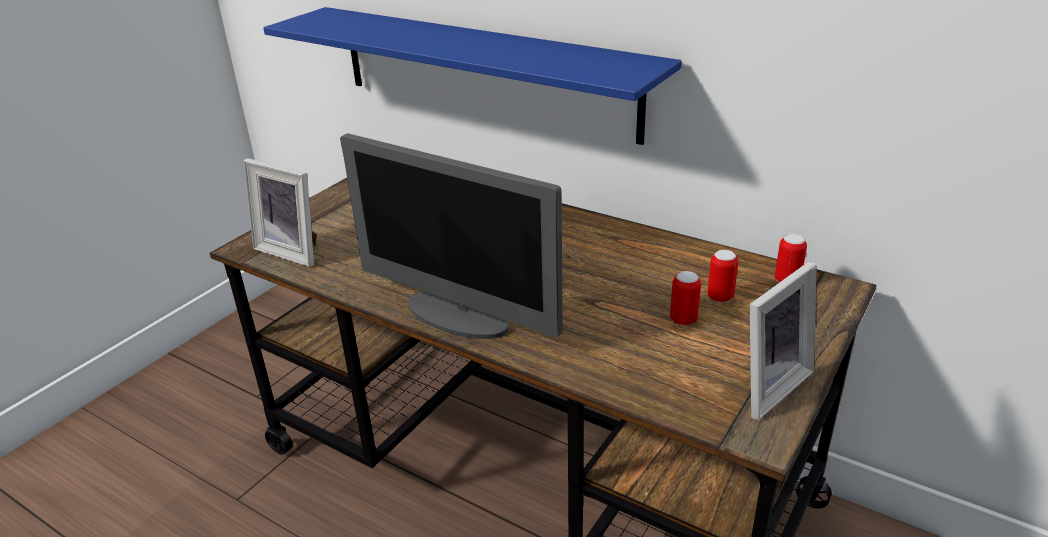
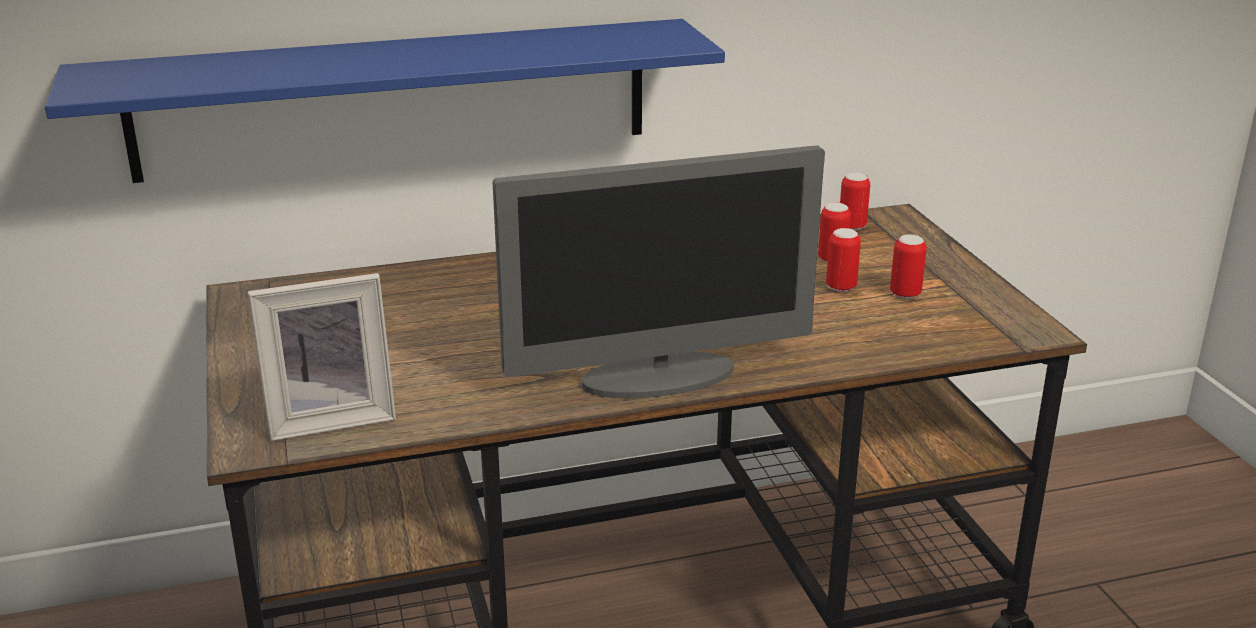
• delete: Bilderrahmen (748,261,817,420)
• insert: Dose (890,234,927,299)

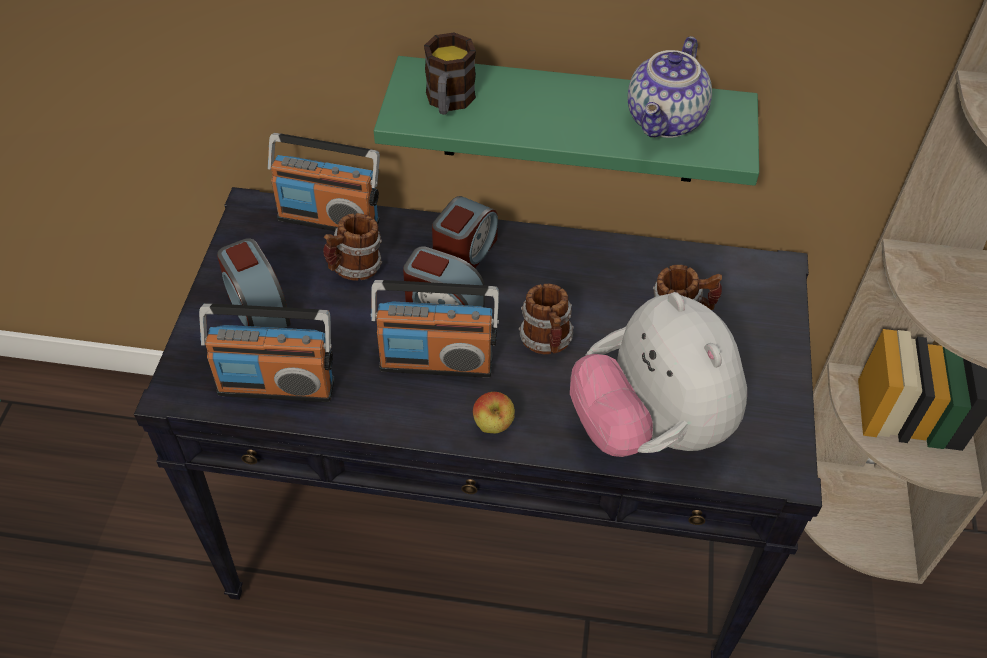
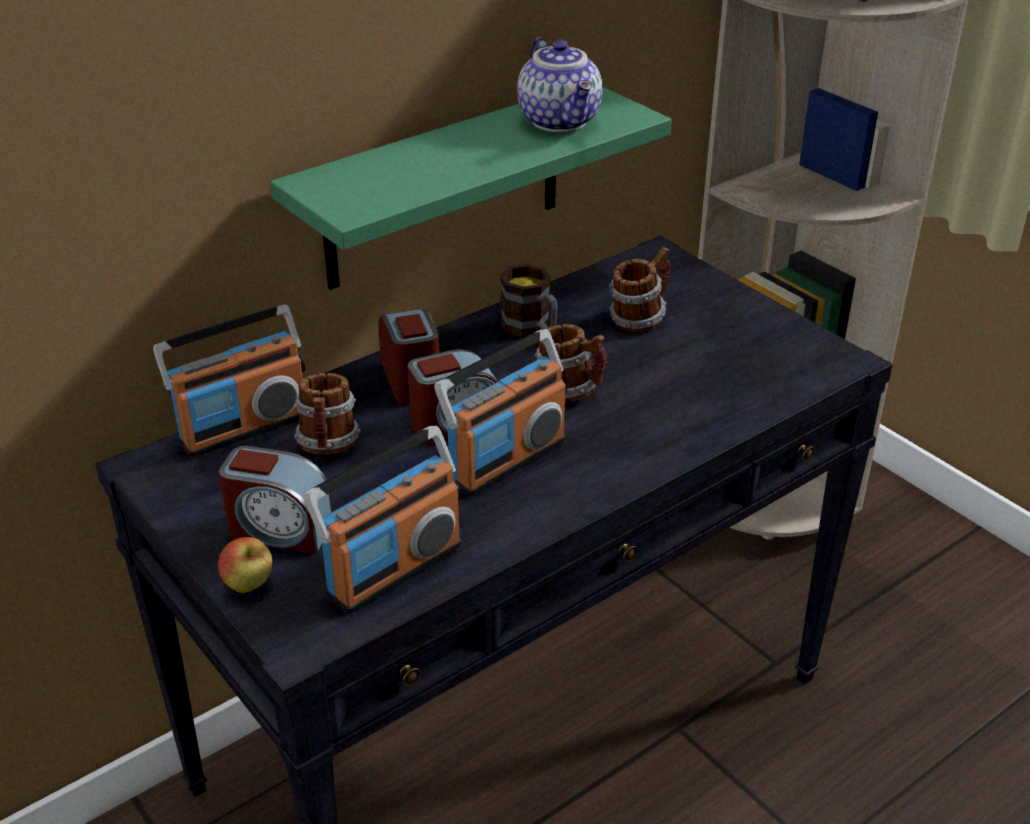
• move: Henkelbecher (424,33,476,115) to (500,264,558,337)
• delete: Plüschtier (570,292,747,457)
• move: Apfel (473,392,515,433) to (218,537,272,593)

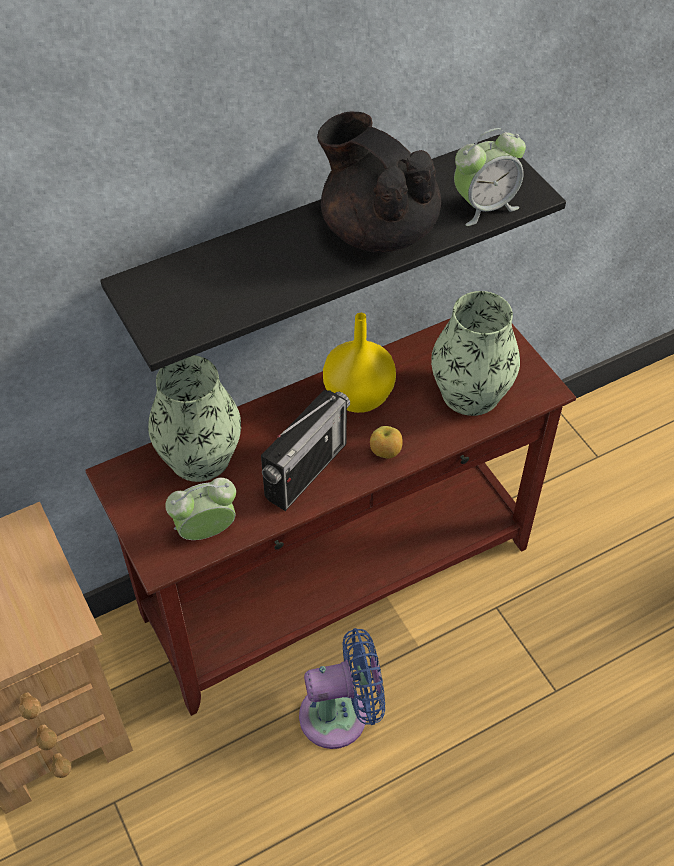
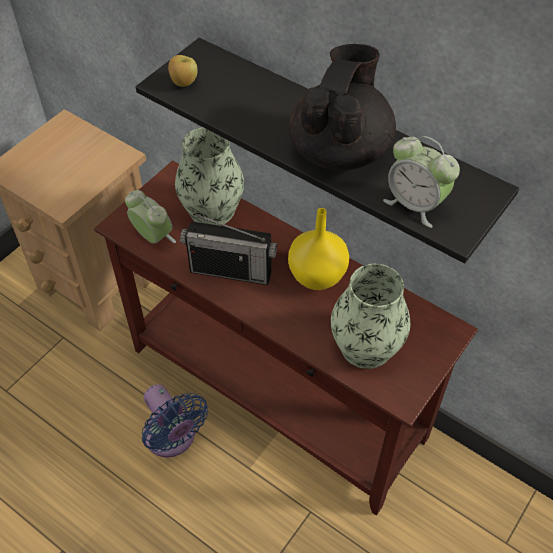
• move: Apfel (370,426,403,459) to (168,55,198,87)

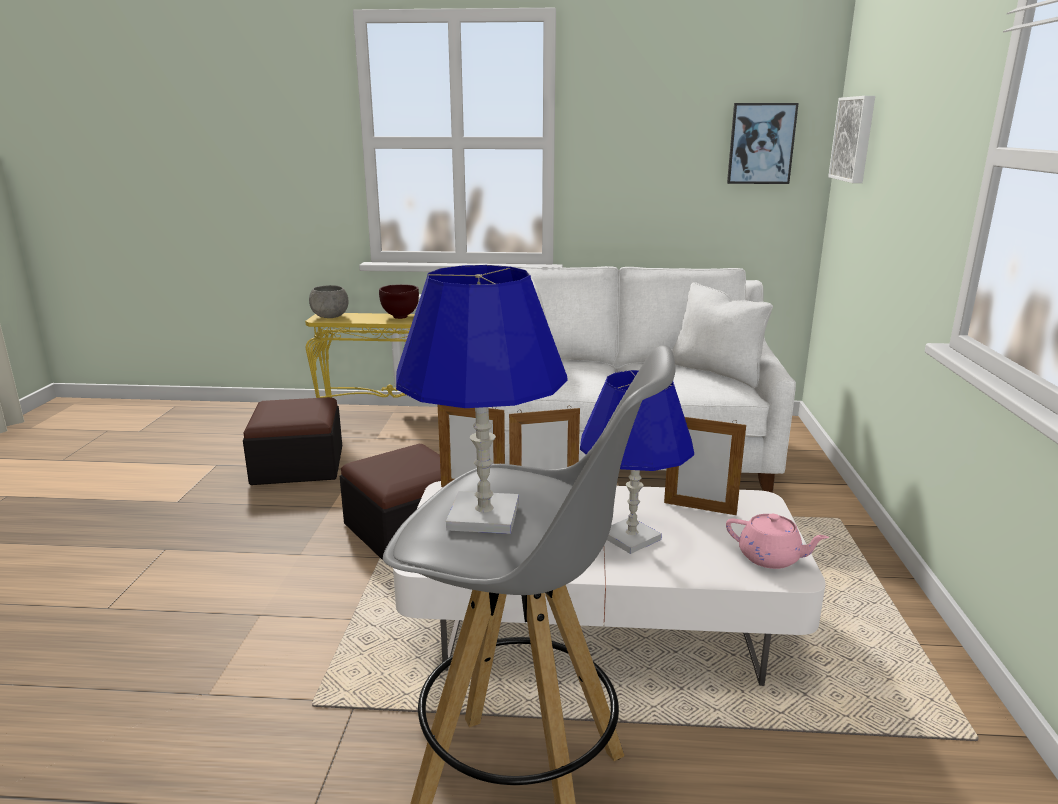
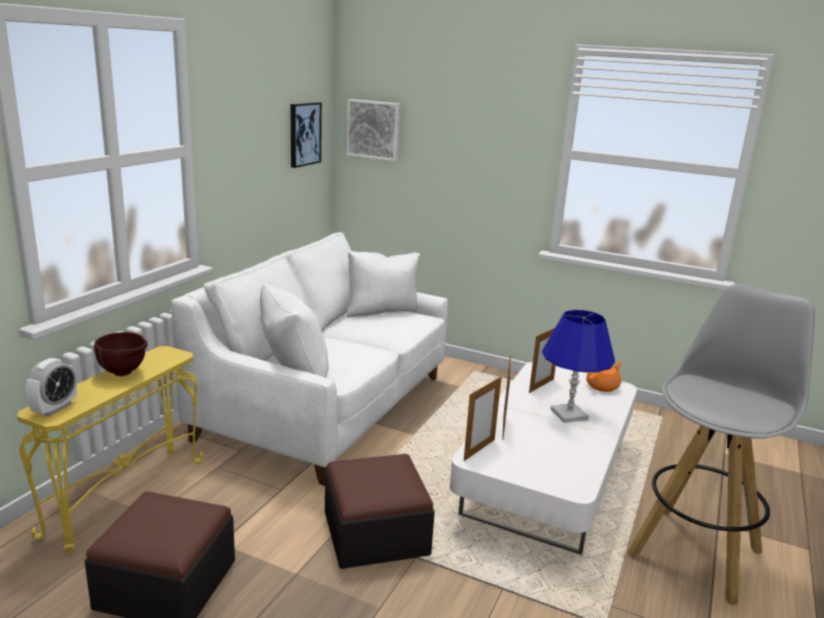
• delete: Tischlampe/blau (396,265,568,534)
• replace: Schüssel/grau (309,285,349,318) to Wecker (25,358,77,416)
• recolor: Teekanne/rosa (726,514,829,569) to Teekanne/orange (586,361,622,392)

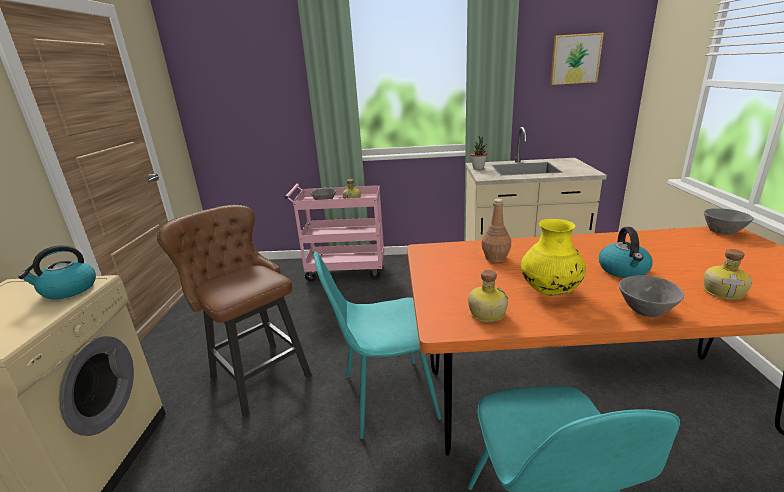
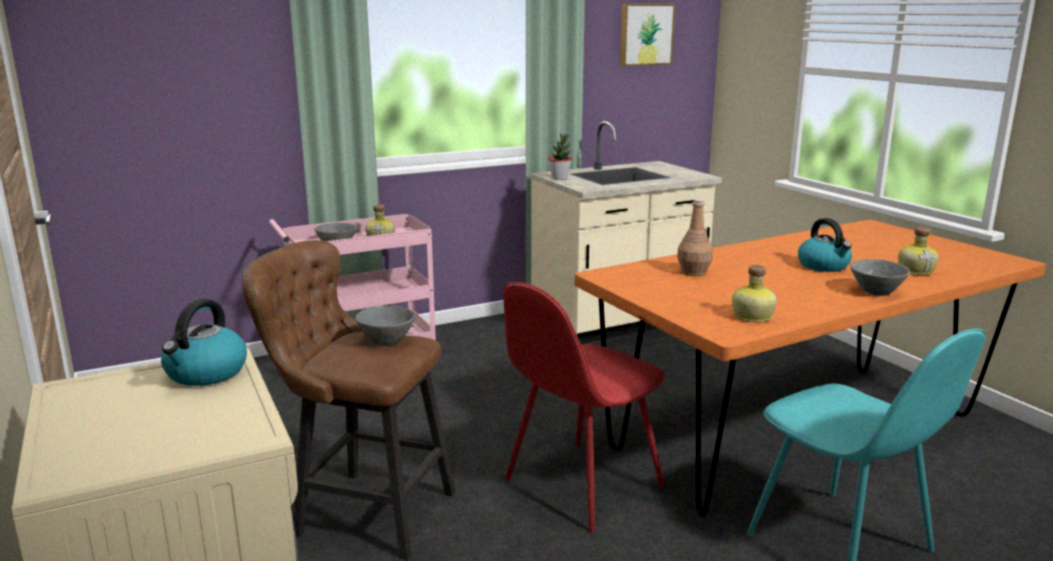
• move: Schüssel/grau (704,208,754,235) to (355,306,415,346)
• delete: Vase/gelb (521,219,586,296)
• recolor: Stuhl/türkis (314,251,441,439) to Stuhl/rot (503,282,665,532)

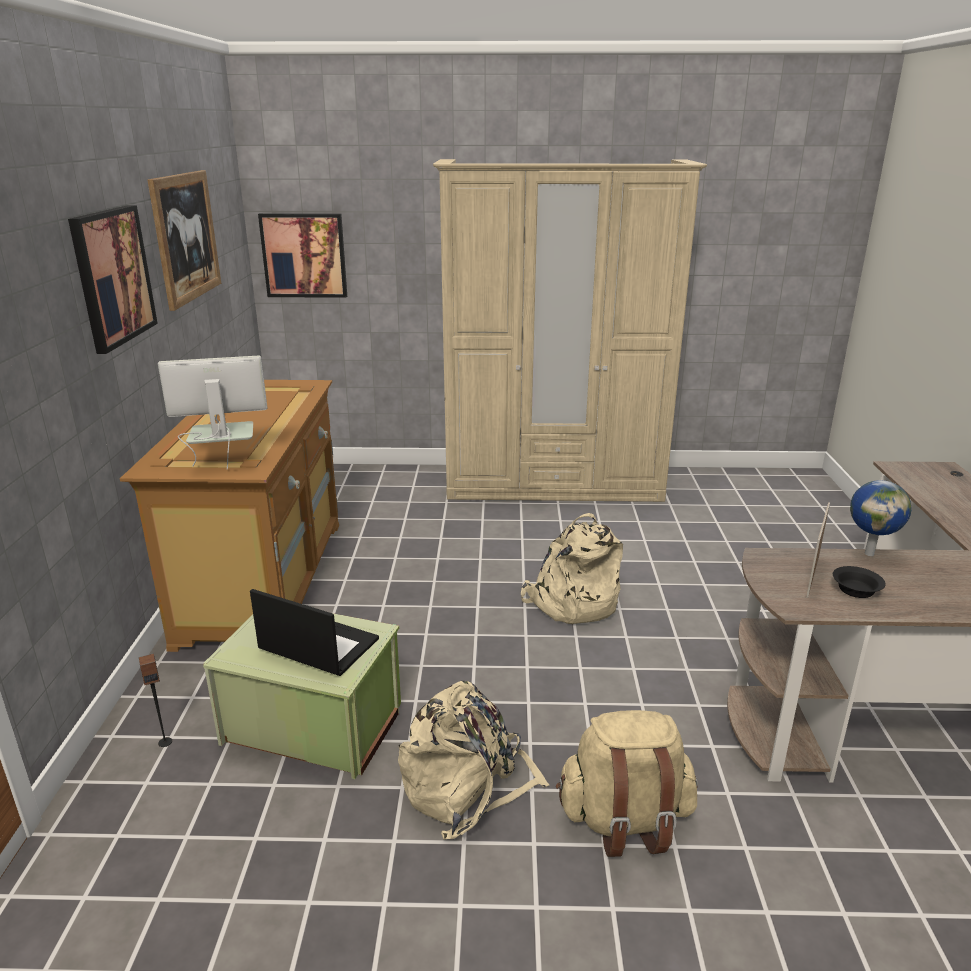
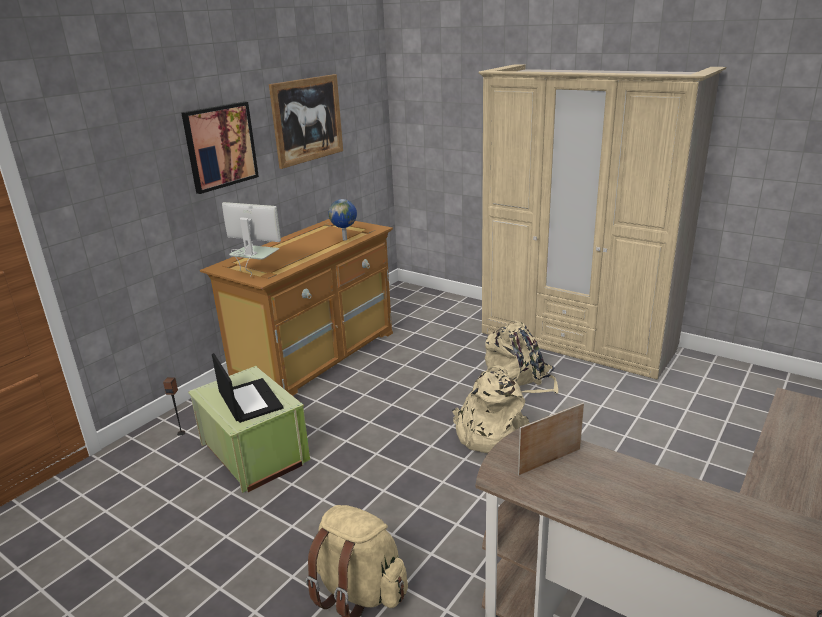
• delete: Bild (258,213,347,298)
• move: Globus (850,480,911,556) to (328,199,357,241)
• delete: Schüssel/schwarz (833,566,886,598)
• move: Rucksack/beige (398,681,549,840) to (485,320,558,393)

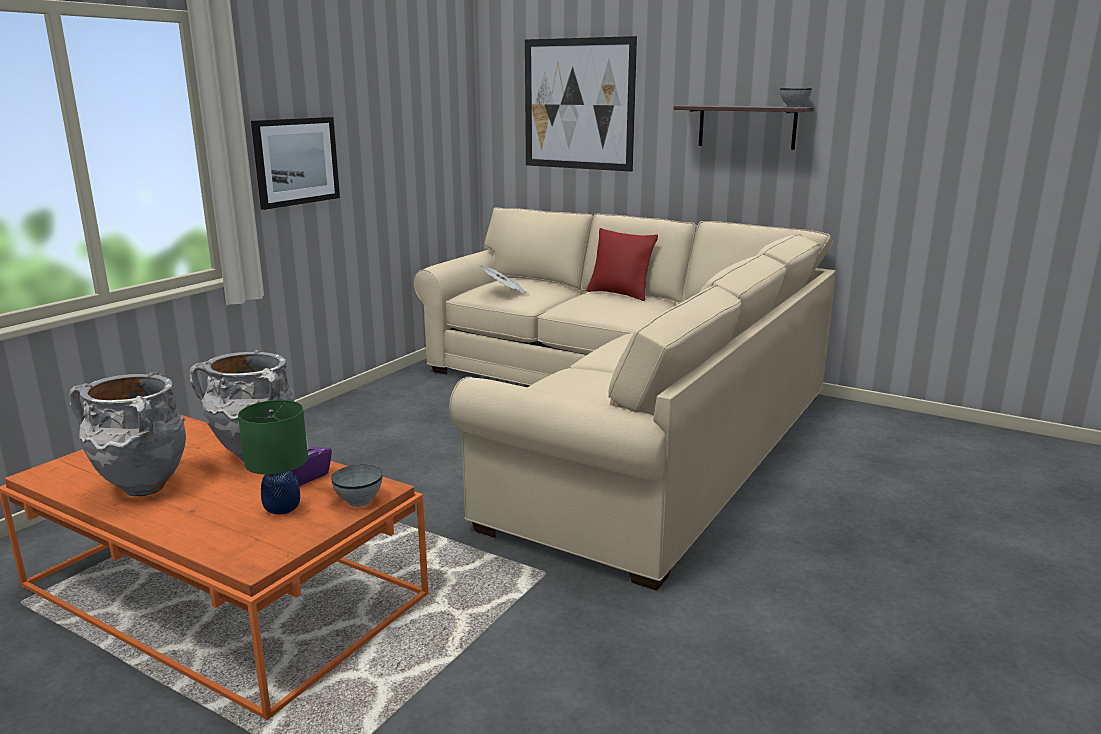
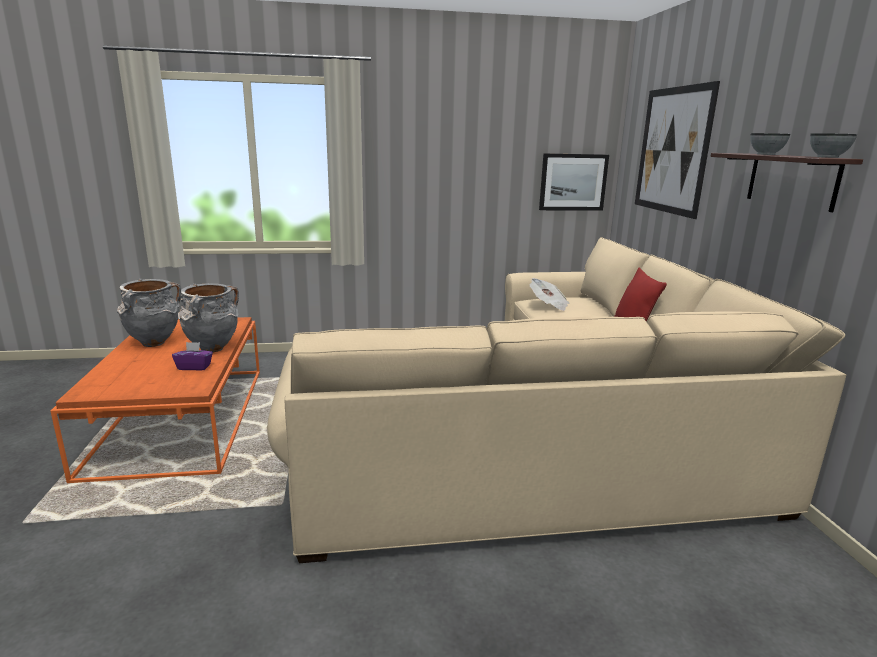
• move: Bild (251,117,340,210) to (539,153,609,211)
• delete: Tischlampe/grün (238,400,308,515)
• move: Schüssel/grau (331,465,383,507) to (750,133,790,155)

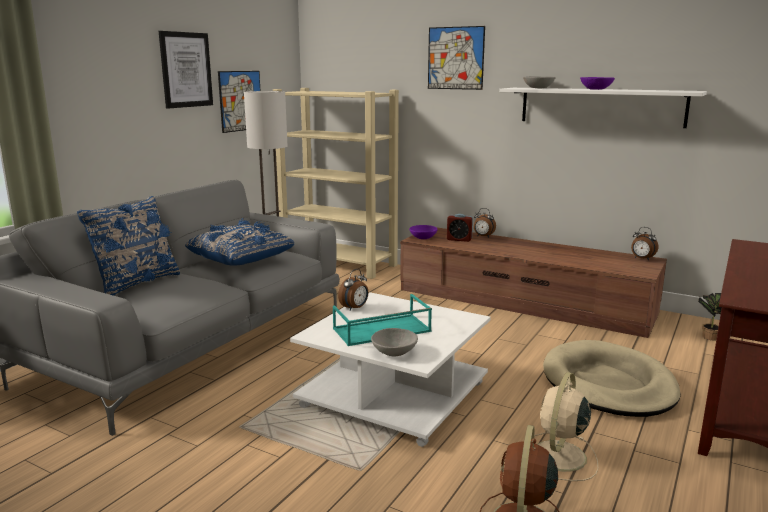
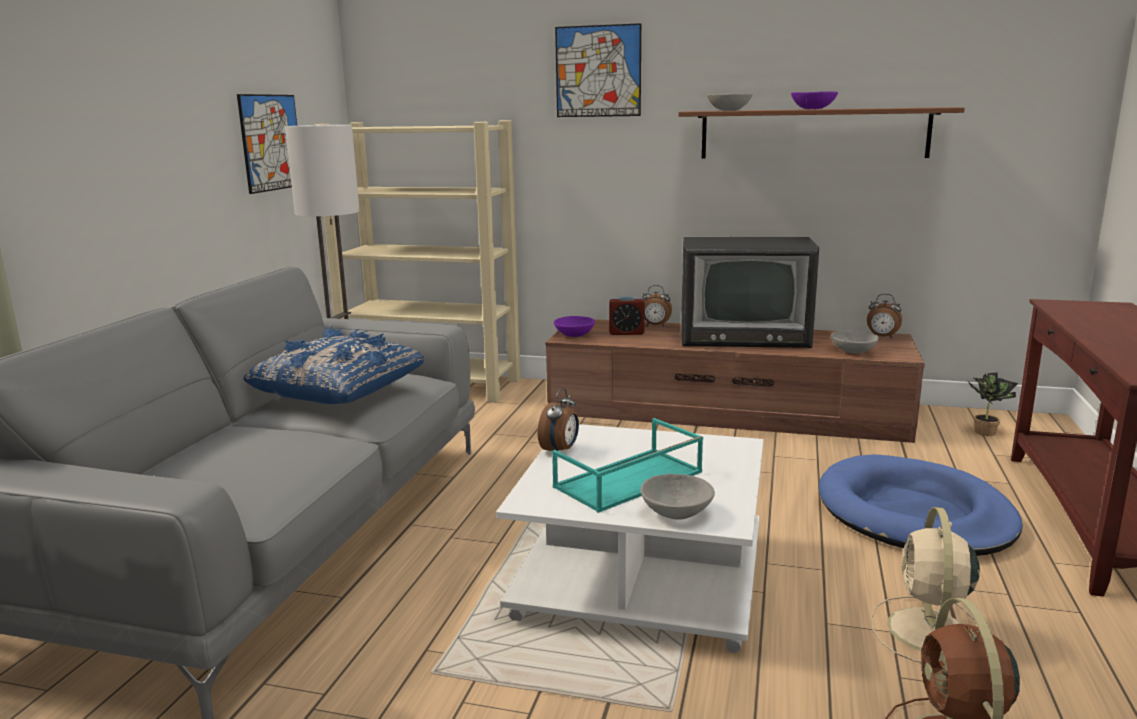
• delete: Bild (159,31,213,109)
• recolor: Wandregal/weiß (499,88,707,128) to Wandregal/braun (678,107,965,158)
• delete: Kissen/blau (77,196,180,296)
• recolor: Hundebett/beige (543,340,681,417) to Hundebett/blau (819,454,1023,556)
• insert: Fernseher (681,237,819,348)
• insert: Schüssel/grau (830,330,879,354)

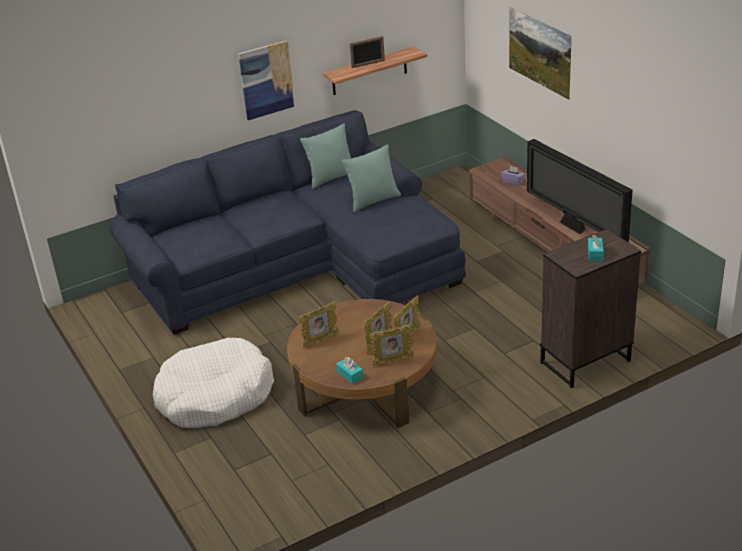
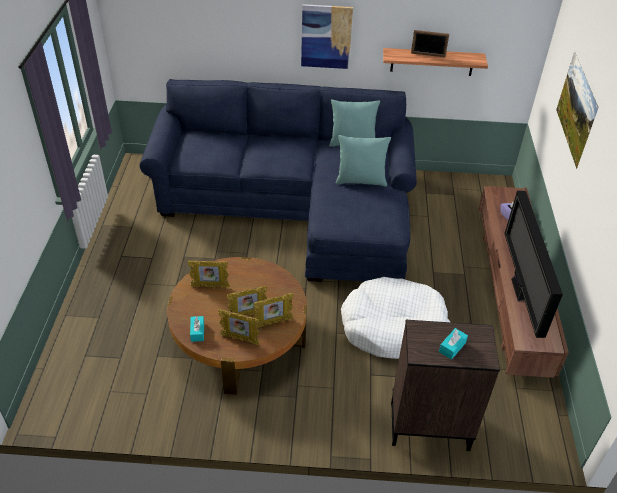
• move: Hundebett/weiß (153,338,274,428) to (341,277,450,359)

